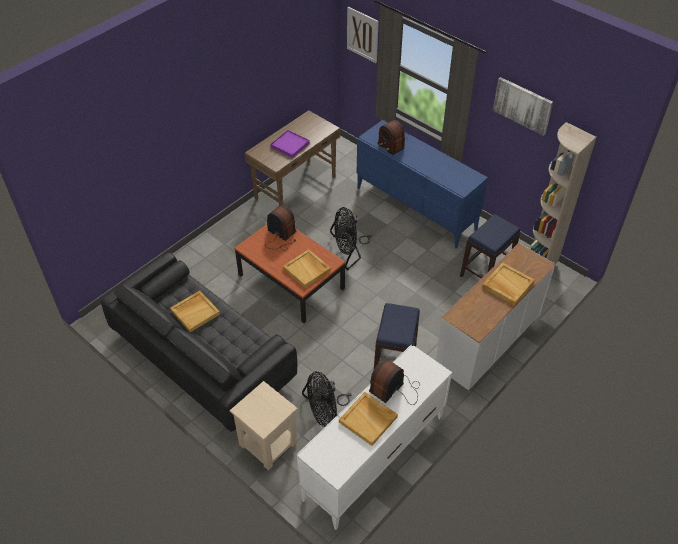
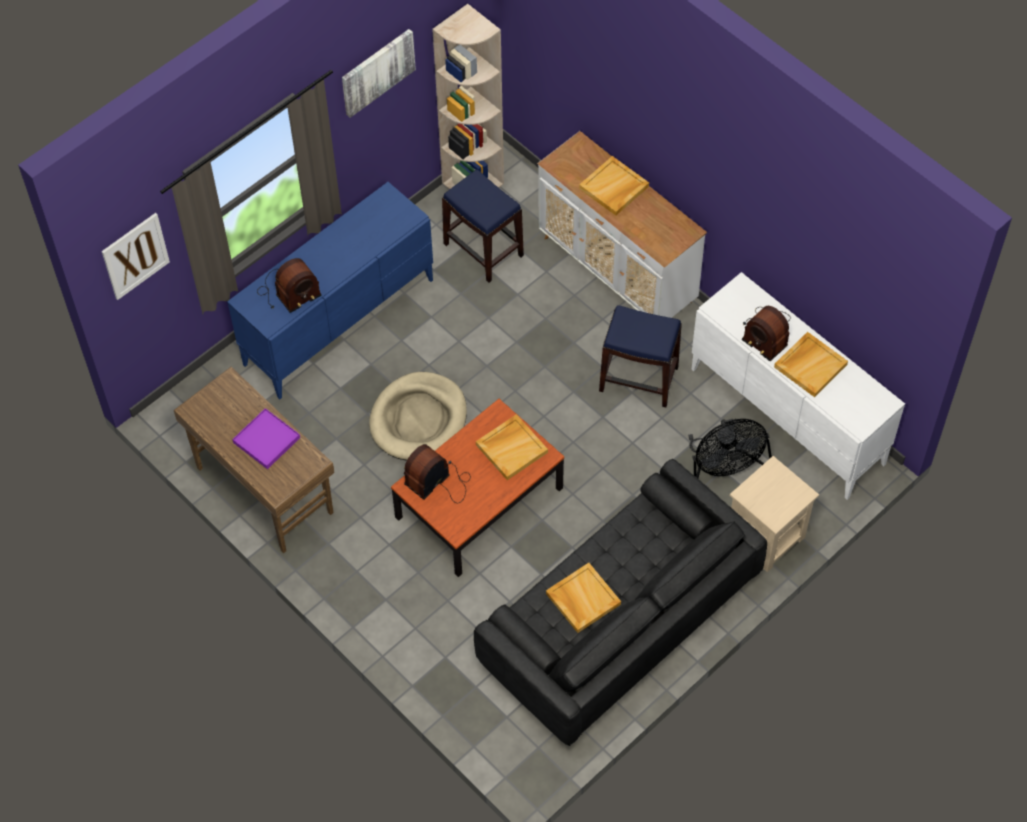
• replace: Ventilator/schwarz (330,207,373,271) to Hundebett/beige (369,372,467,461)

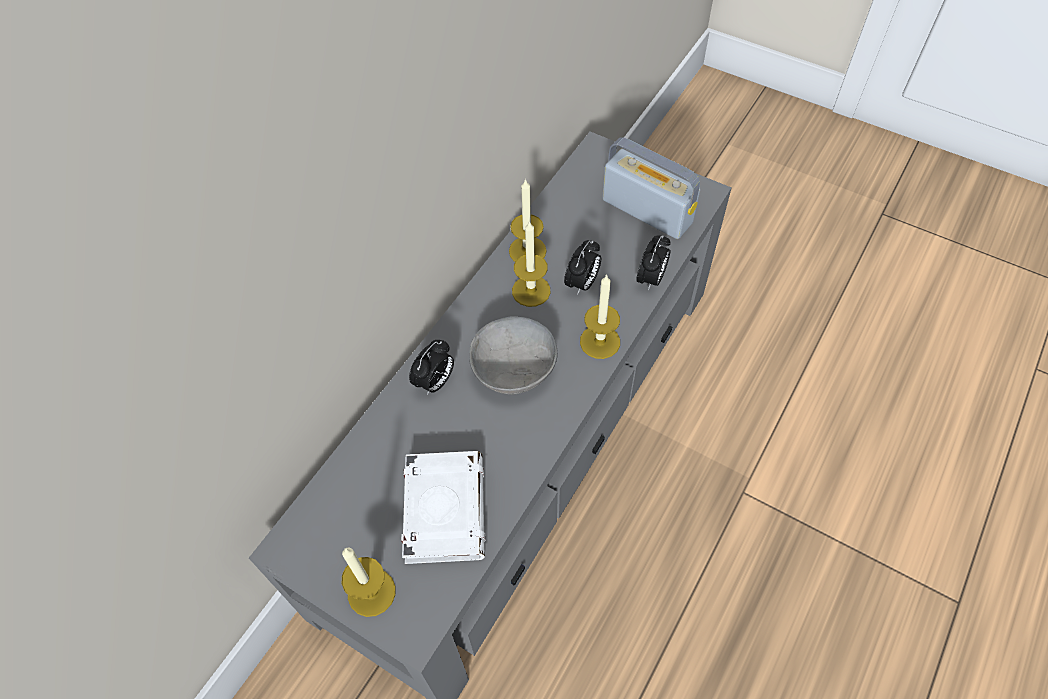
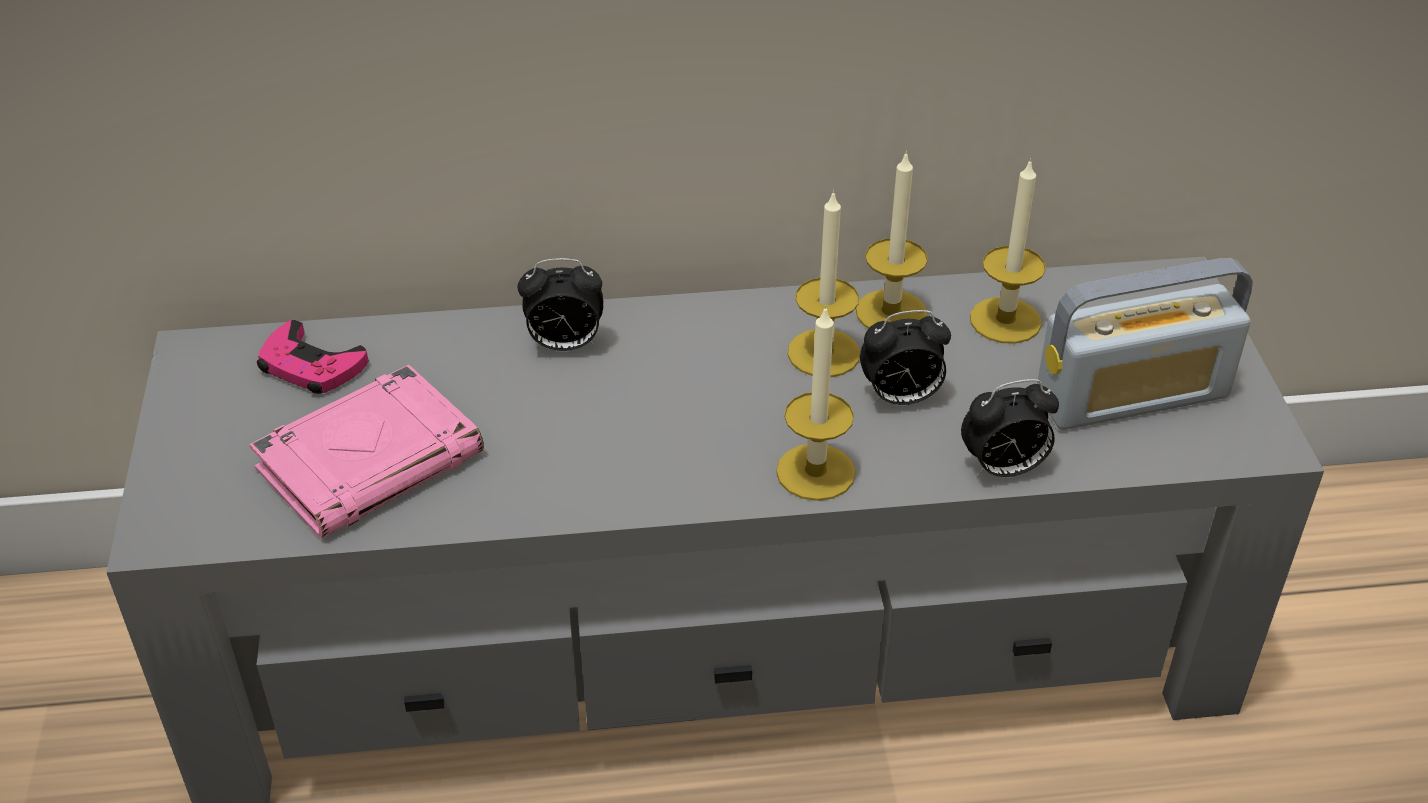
• rotate: Radio (602,137,700,239) = (1037,258,1253,430) 75 degrees clockwise
• delete: Schüssel/grau (469,316,558,395)
• recolor: Buch/weiß (401,451,485,564) to Buch/rosa (249,364,484,539)
• move: Kerze (342,548,395,617) to (970,158,1046,344)
• insert: Gamepad/rosa (257,320,369,394)

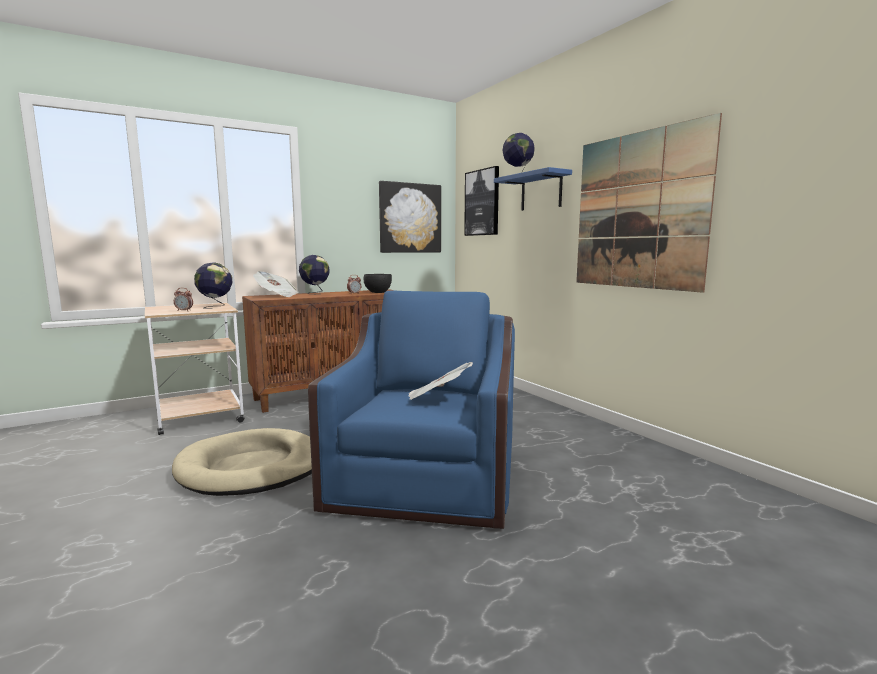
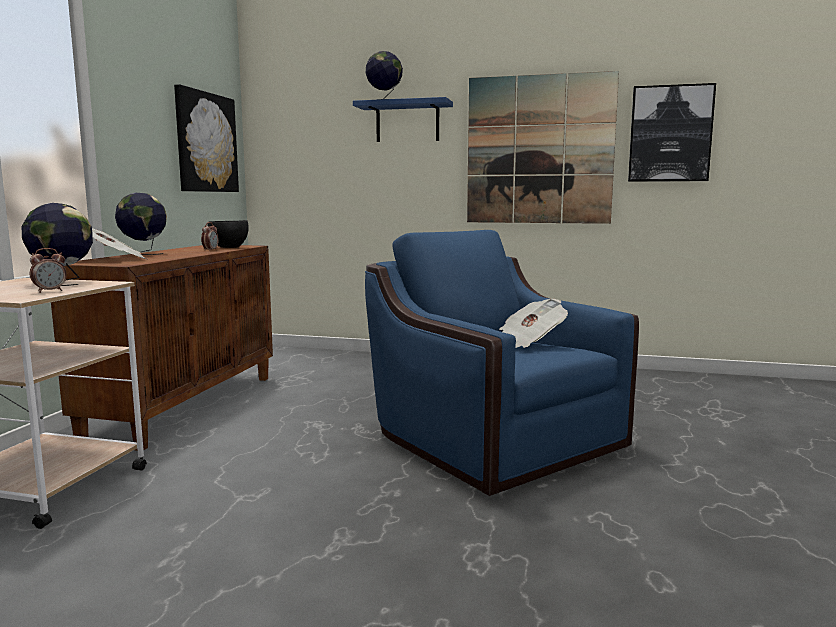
• move: Bild (464,166,499,236) to (628,83,716,182)
• delete: Hundebett/beige (172,428,312,496)

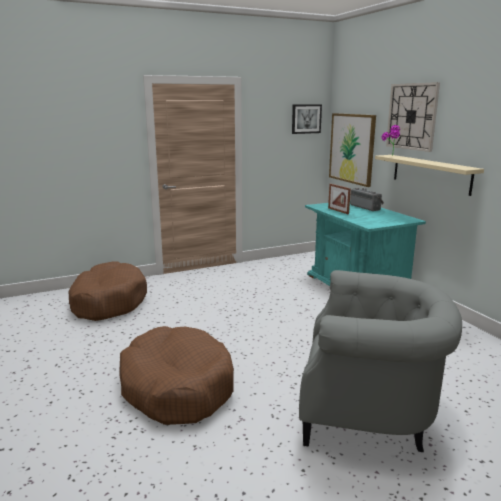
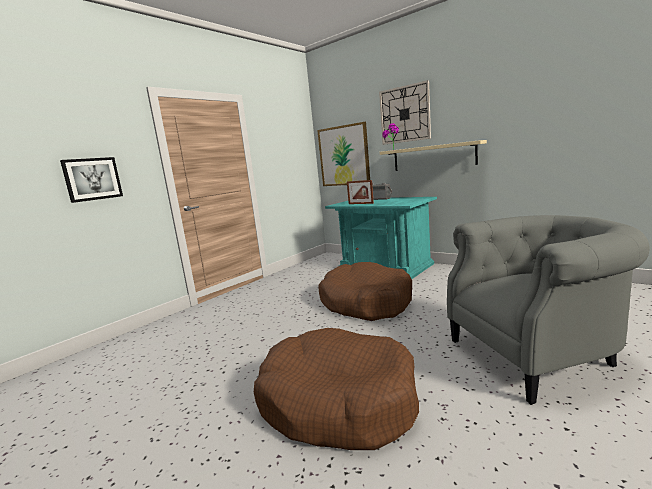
• move: Bild (292,104,322,134) to (60,157,123,203)
• move: Hundebett/braun (69,261,147,321) to (318,262,412,321)

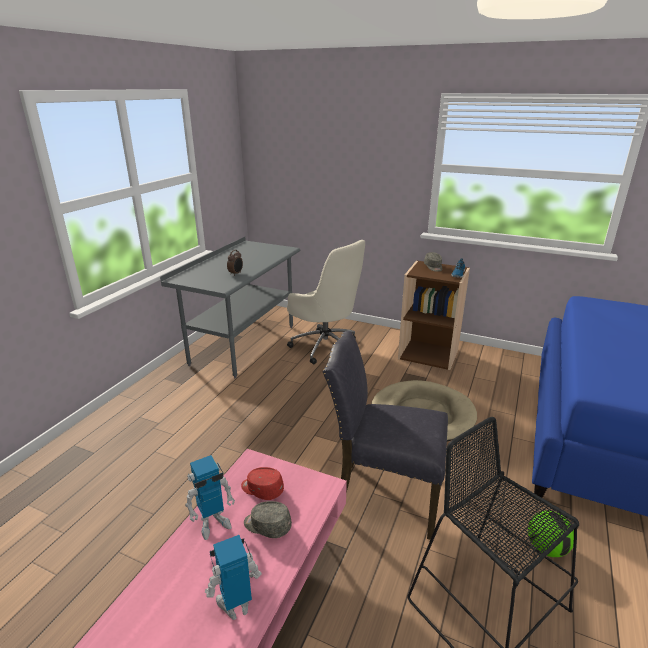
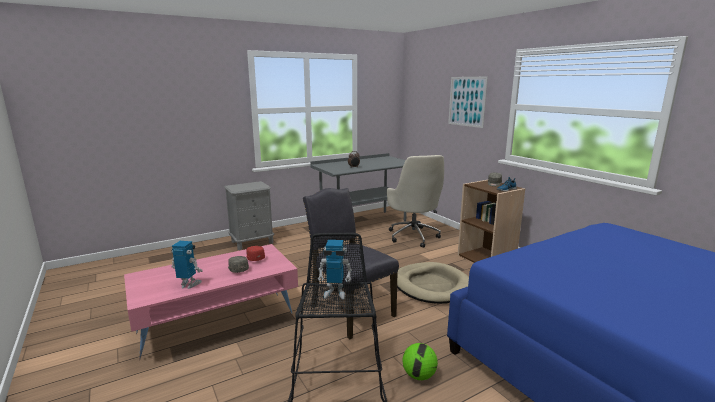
• move: Spielzeugroboter (185,455,235,540) to (318,240,352,299)
• insert: Bild (448,76,488,128)
• insert: Nachttisch/grau (224,181,274,250)

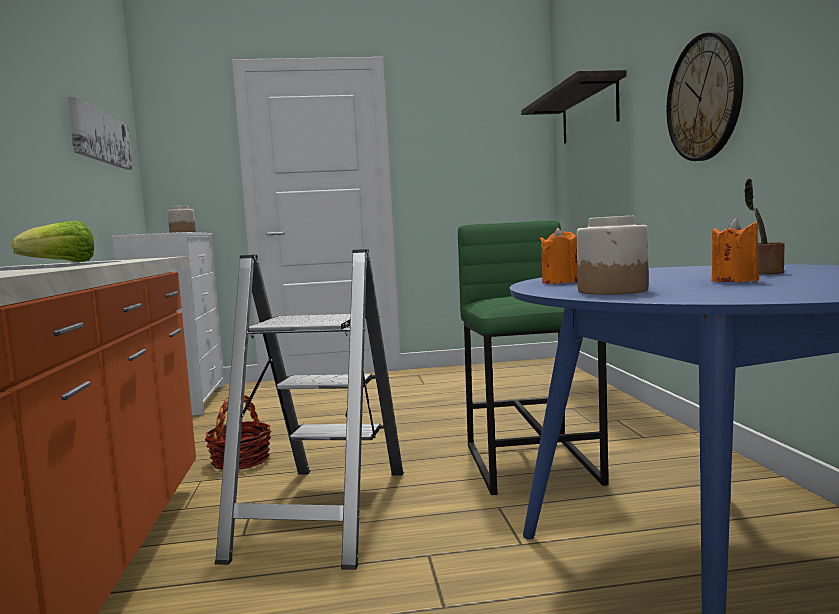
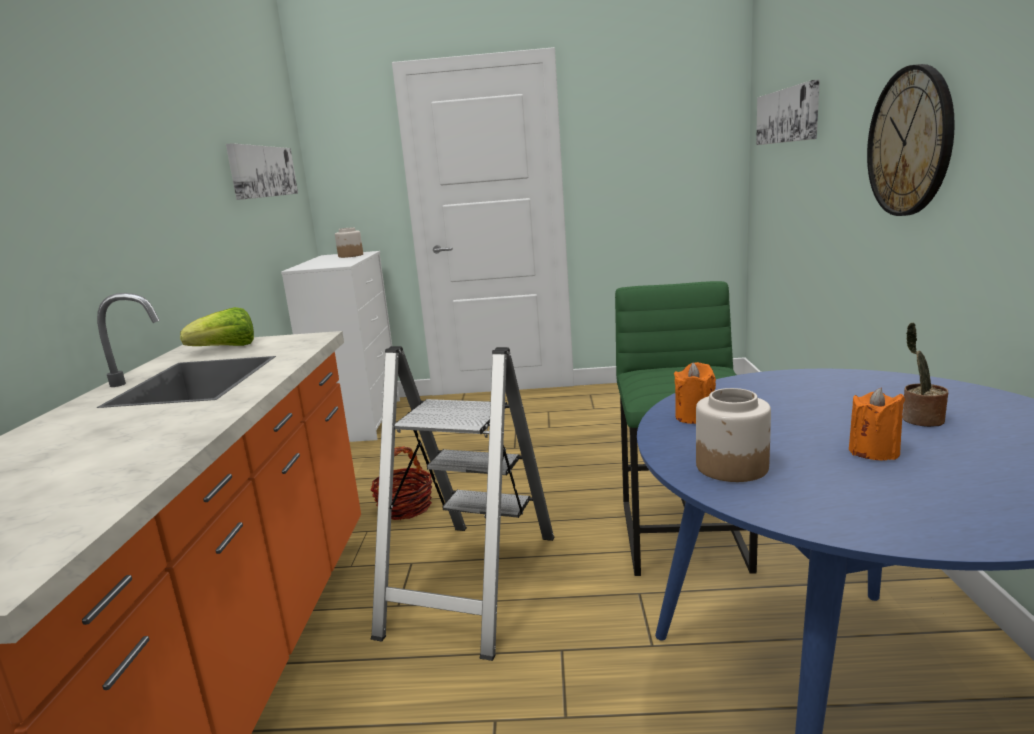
• replace: Wandregal (521,70,626,144) to Bild (756,79,820,145)

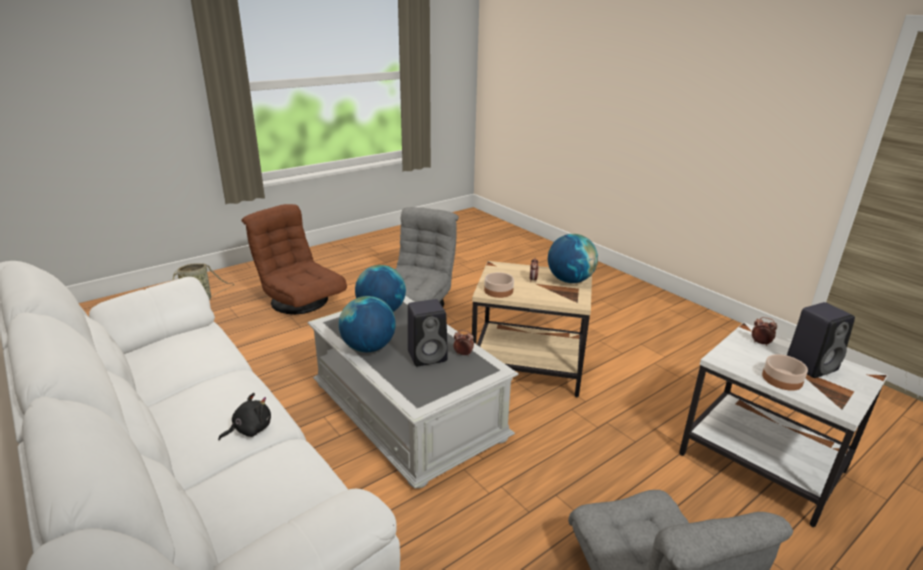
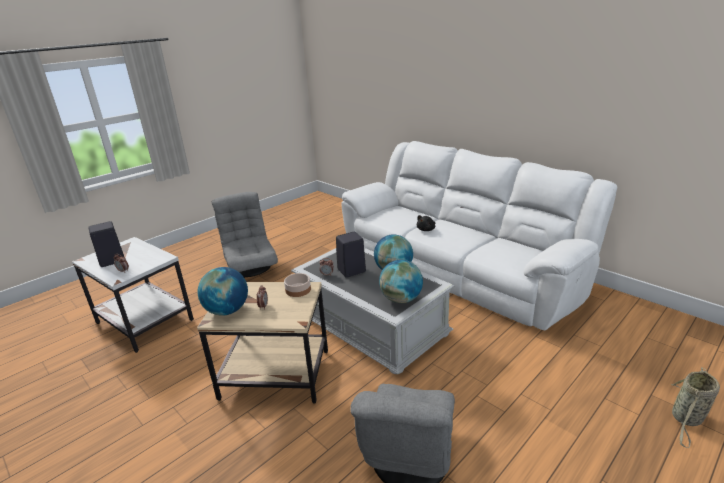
• delete: Sessel/braun (241,204,347,314)
• delete: Schüssel (762,354,808,391)

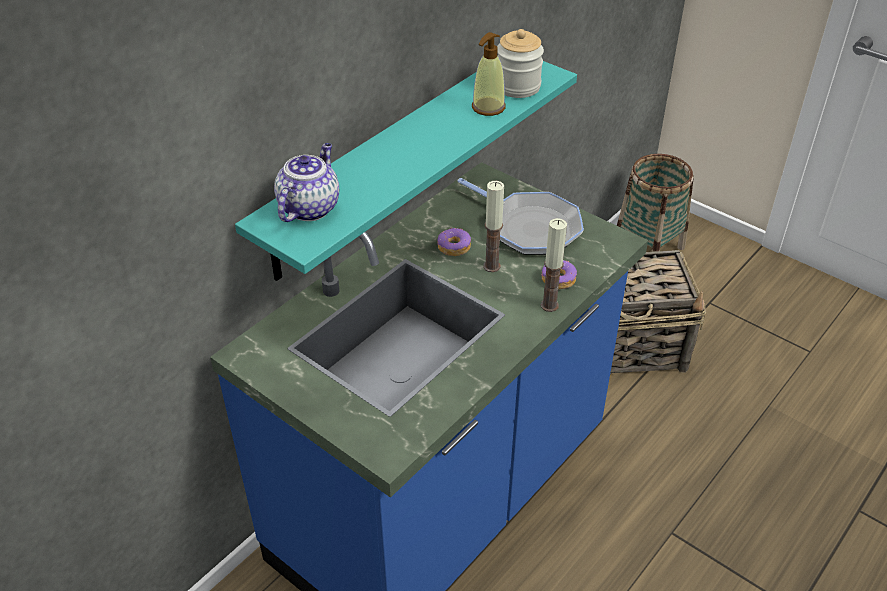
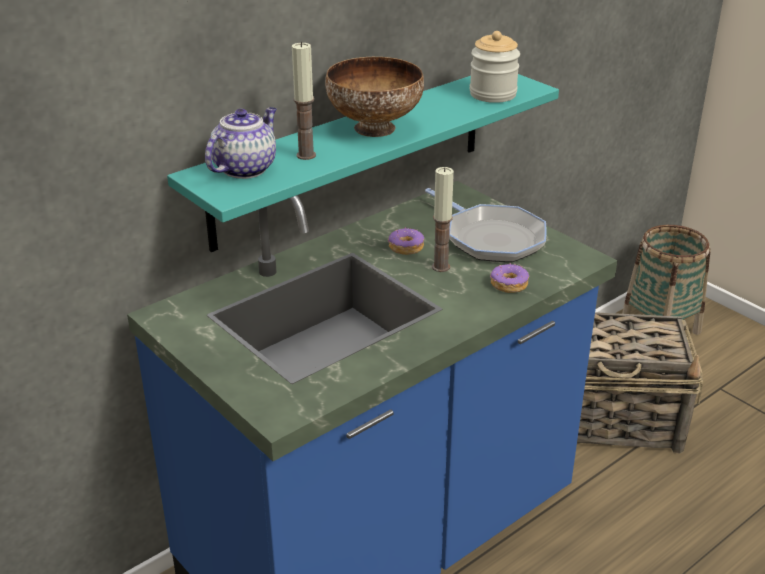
• delete: Seifenspender (472,32,506,116)
• move: Kerze (541,218,567,312) to (292,42,316,160)
• insert: Schüssel (325,57,424,137)

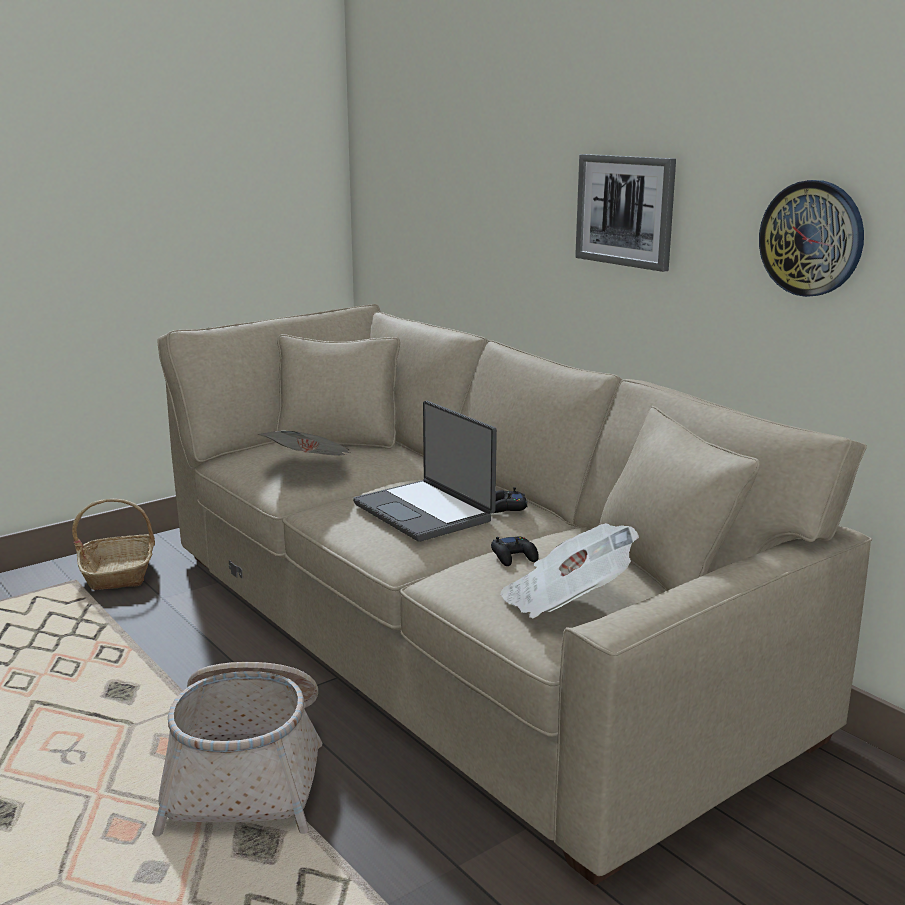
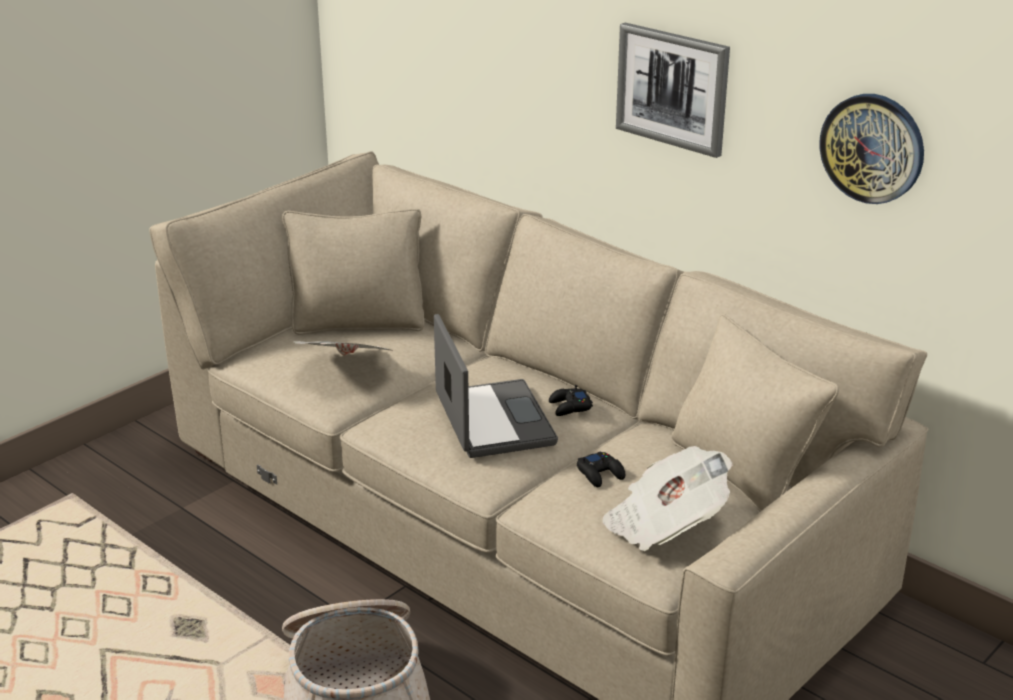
• rotate: Laptop (353,400,497,542) = (434,314,558,458) 150 degrees counterclockwise
• delete: Korb (72,499,155,590)

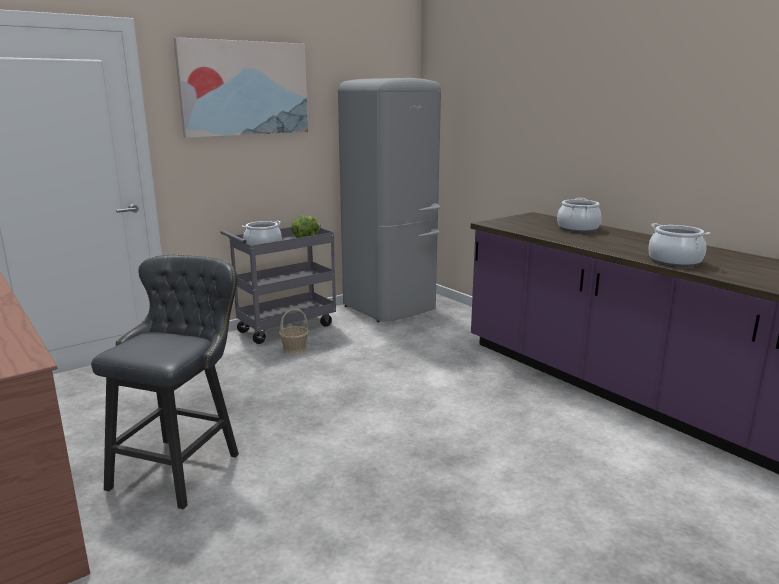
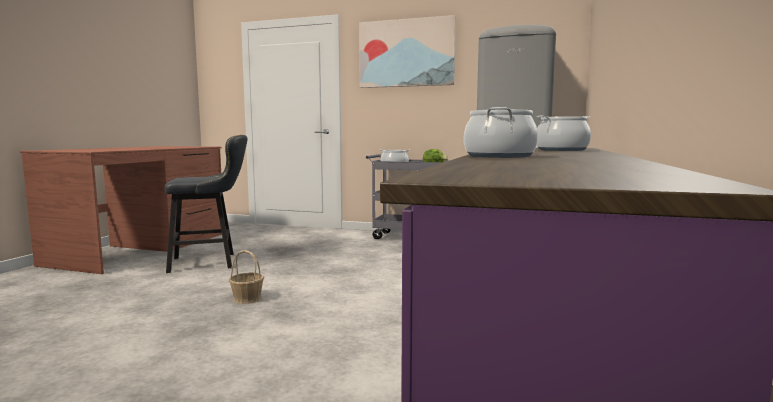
• move: Korb (279,309,309,354) to (229,250,264,304)

